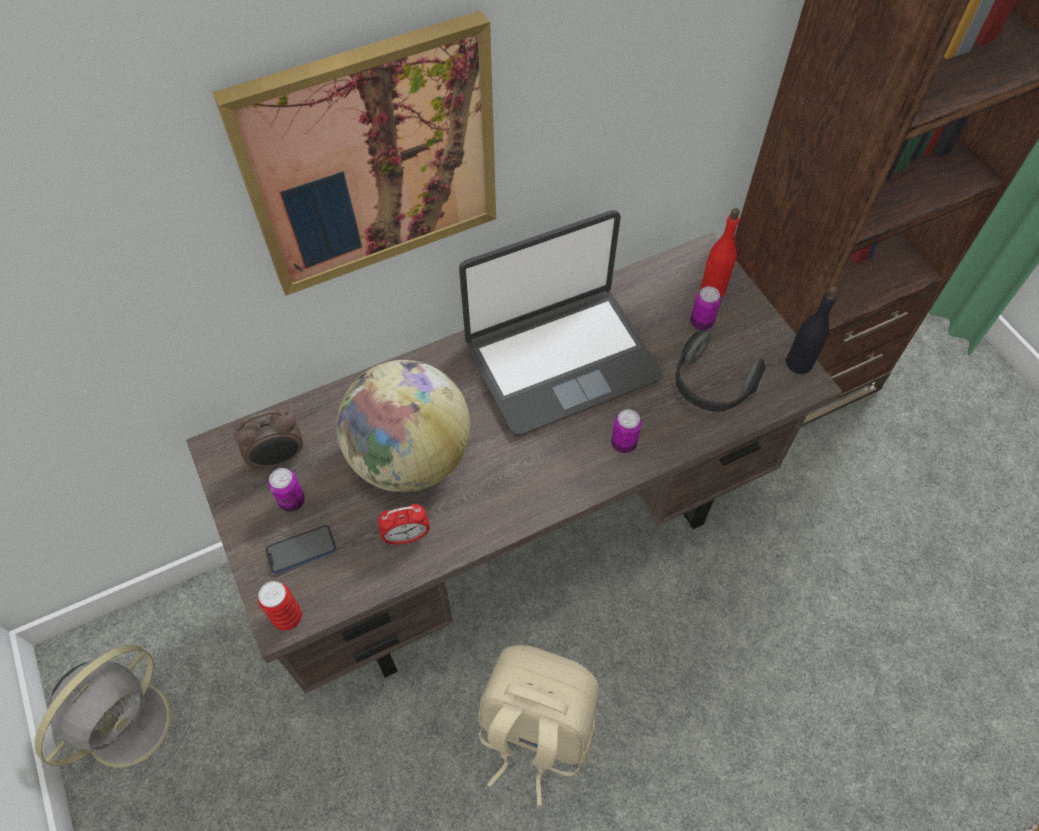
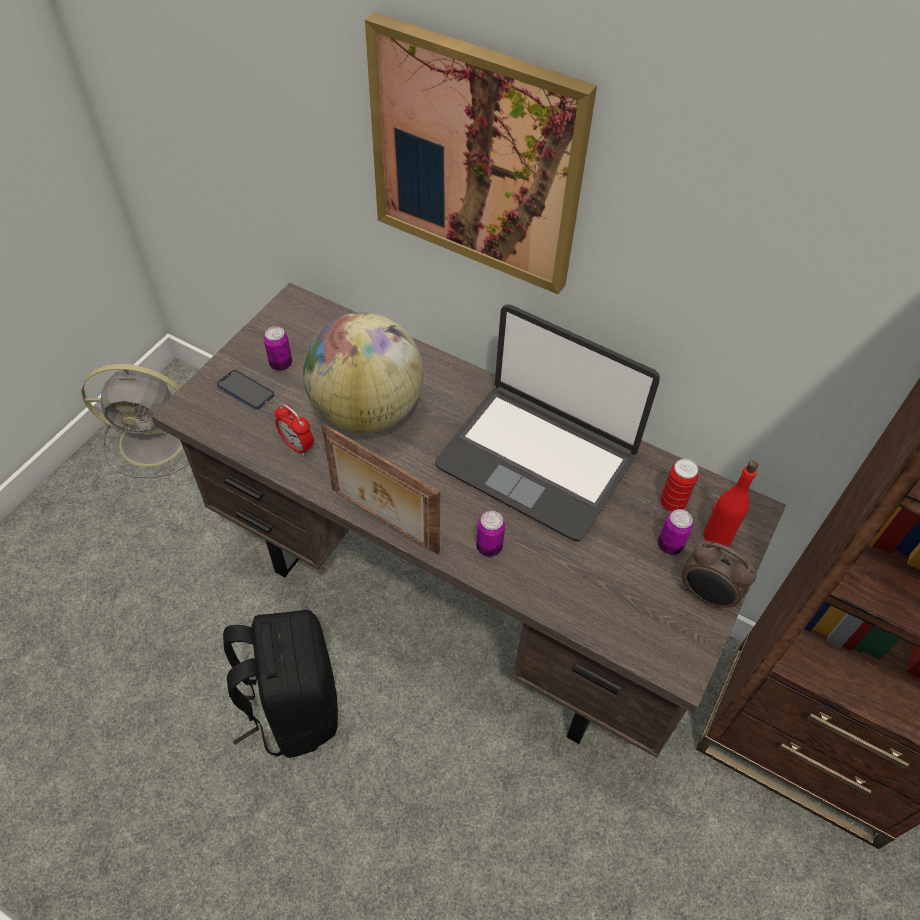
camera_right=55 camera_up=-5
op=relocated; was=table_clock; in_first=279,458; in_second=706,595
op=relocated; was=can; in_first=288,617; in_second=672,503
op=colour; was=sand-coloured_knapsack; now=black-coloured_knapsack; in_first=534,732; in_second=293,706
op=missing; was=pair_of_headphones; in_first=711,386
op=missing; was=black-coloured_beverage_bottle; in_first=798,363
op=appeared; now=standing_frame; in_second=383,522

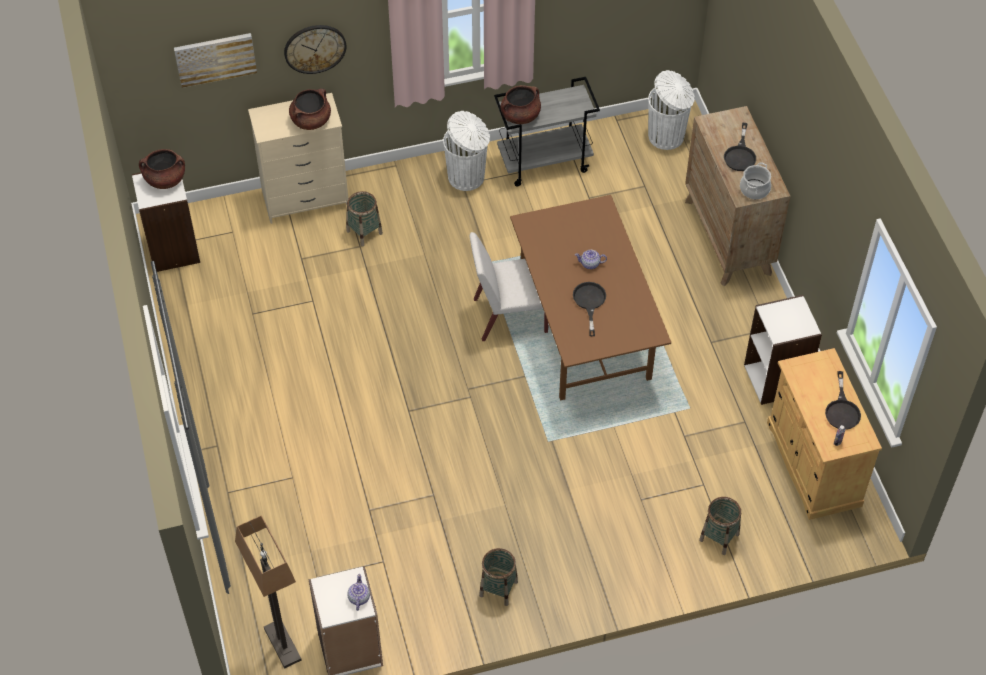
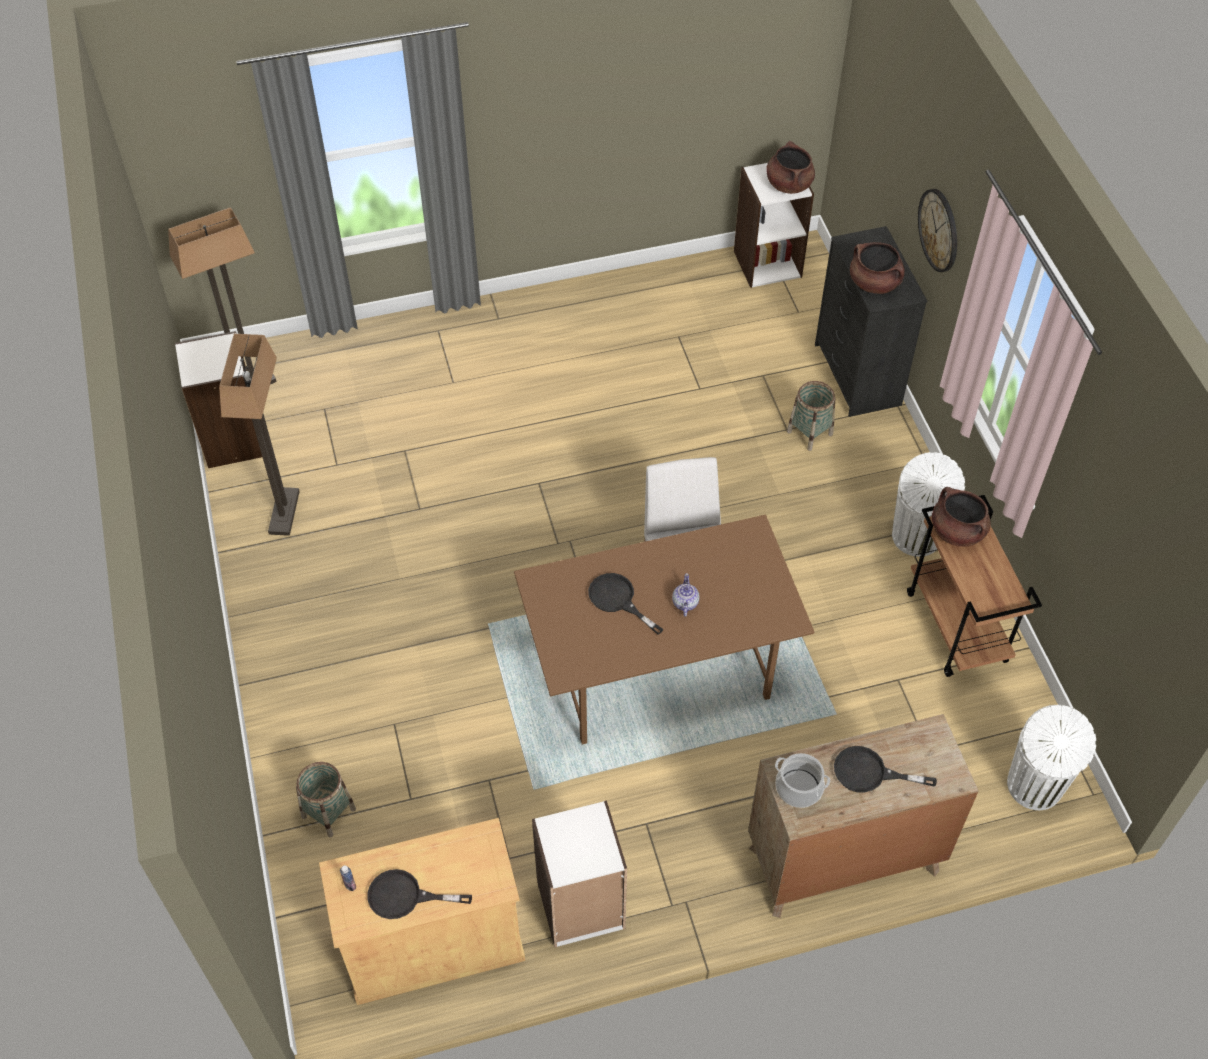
camera_right=90 camera_up=0
op=missing; was=wall_picture; in_first=215,58
op=colour; was=sand-coloured_dresser; now=black-coloured_dresser; in_first=305,199; in_second=856,374
op=missing; was=pot_for_tea; in_first=358,598
op=missing; was=storage_basket; in_first=498,588
op=colour; was=grey_cart; now=brown_cart; in_first=545,162; in_second=957,627
op=spun; was=black-coloured_frying_pan; in_first=589,303; in_second=617,600; clockwise=-135
op=appeared; now=floor_lamp; in_second=284,512

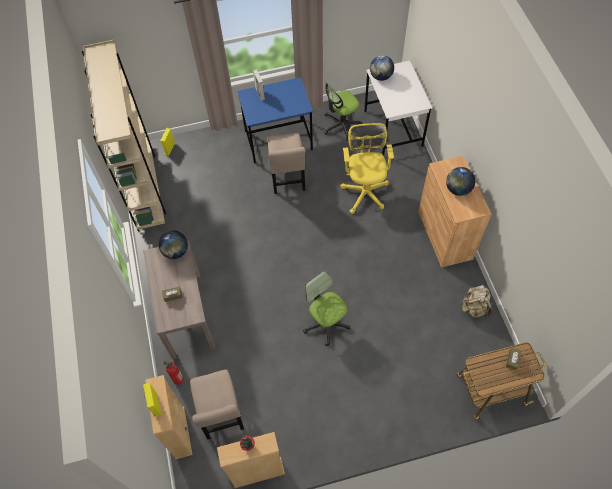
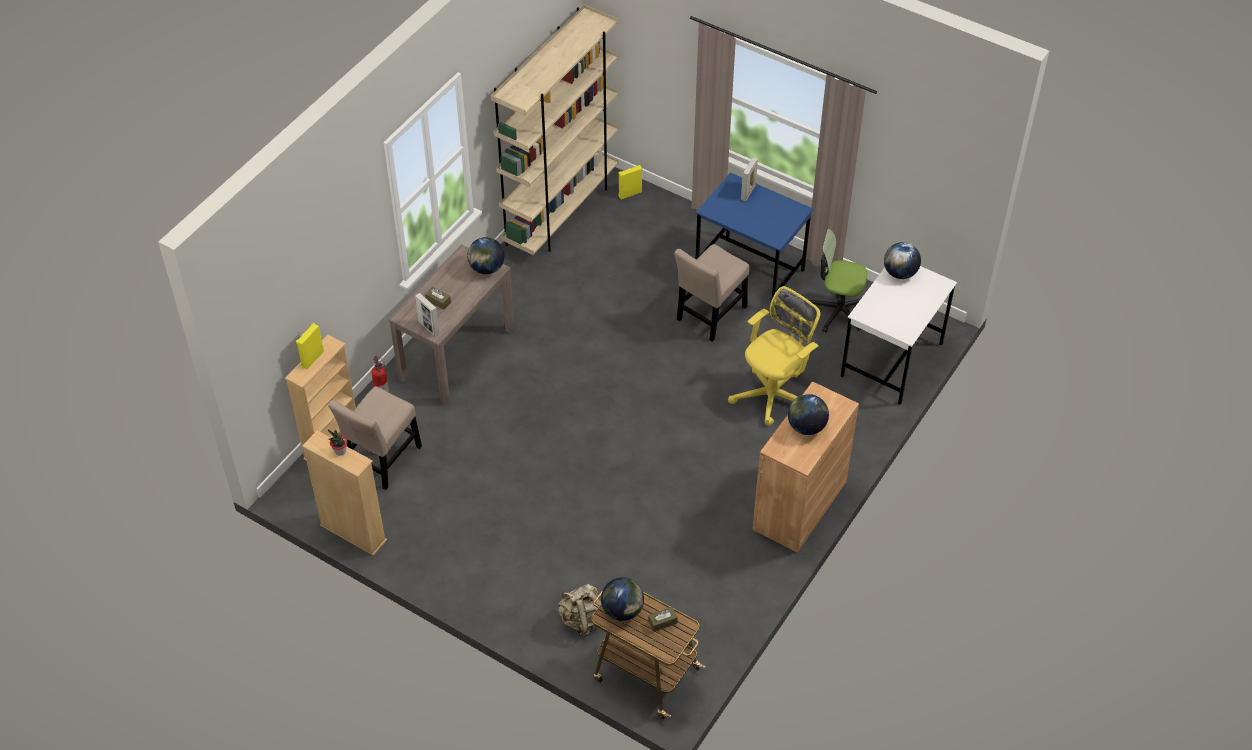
camera_right=45 camera_up=-10
op=missing; was=computer_chair; in_first=326,323
op=relocated; was=sand-coloured_knapsack; in_first=474,307; in_second=582,620
op=appeared; now=standing_frame; in_second=429,328
op=appeared; now=desk_globe; in_second=622,610

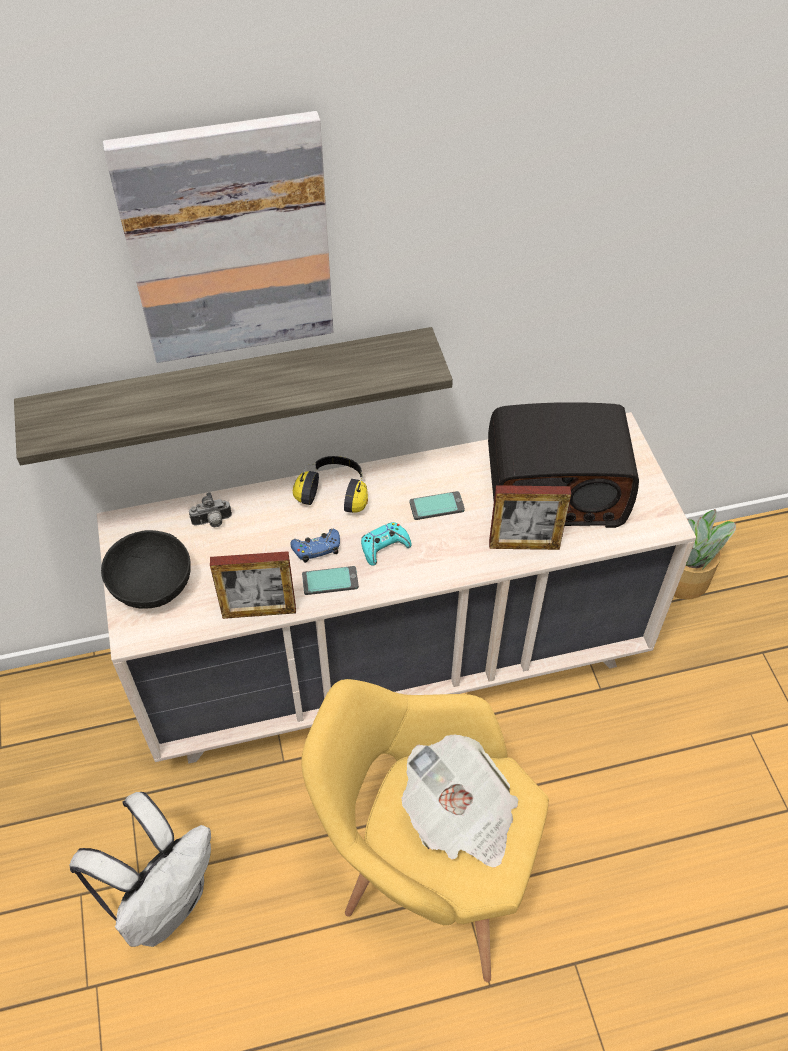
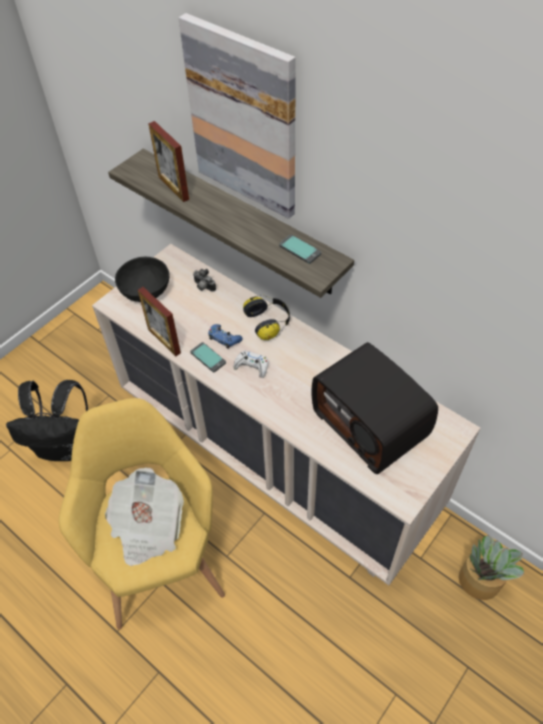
camera_right=55 camera_up=0
op=colour; was=white_knapsack; now=black-coloured_knapsack; in_first=164,901; in_second=66,447
op=colour; was=turquoise_gamepad; now=white_gamepad; in_first=384,547; in_second=252,366
op=relocated; was=phone; in_first=436,506; in_second=300,249
op=relocated; was=standing_frame; in_first=524,545; in_second=173,188

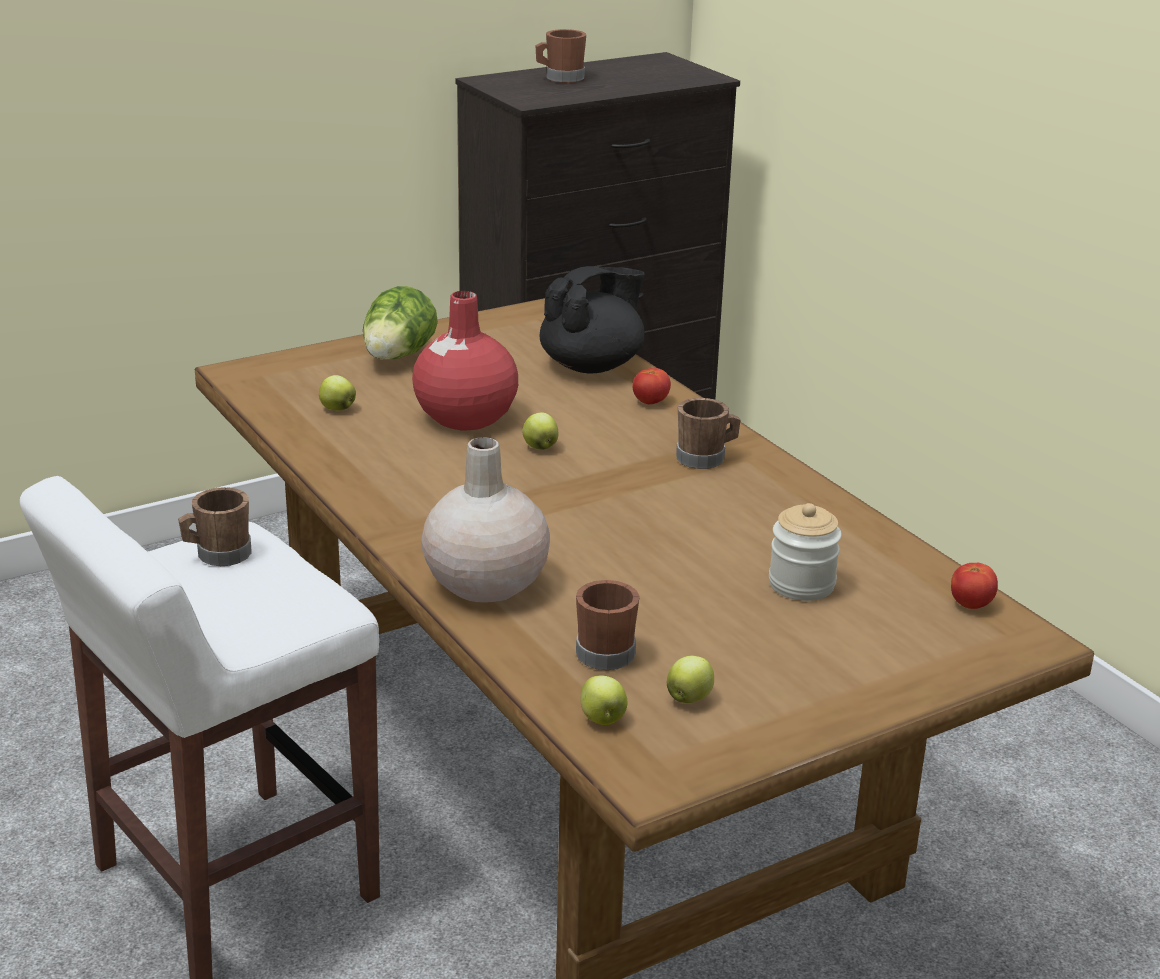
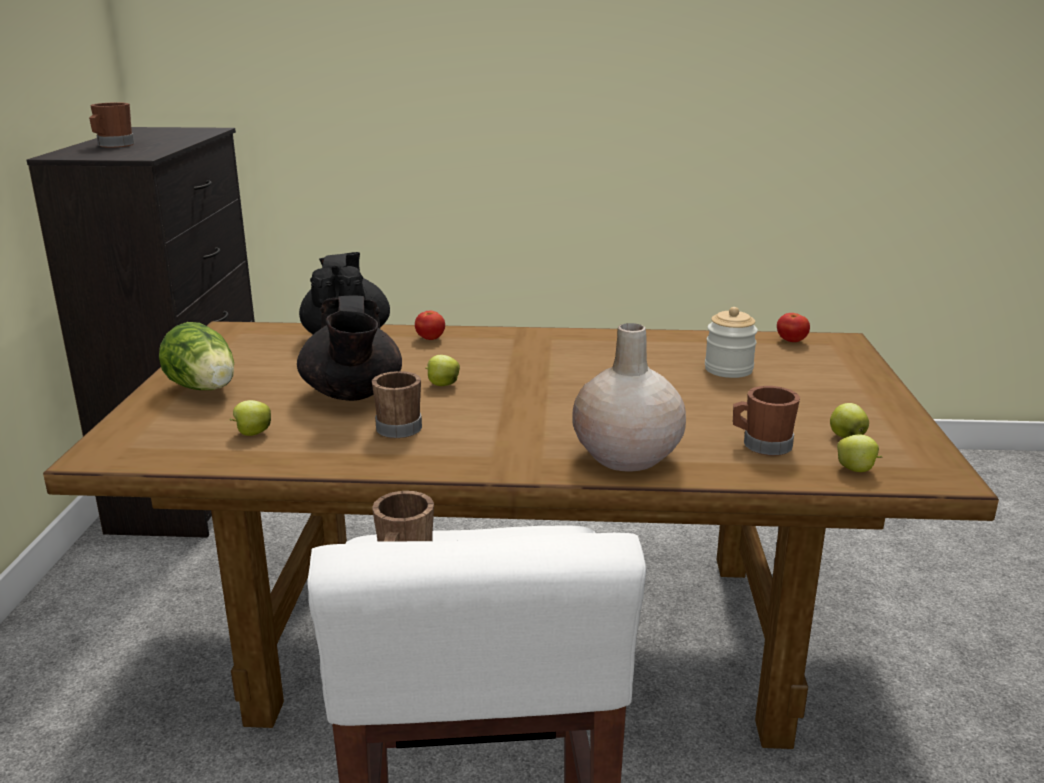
camera_right=-55 camera_up=-5
op=exchanged; was=red_vase; now=black-coloured_pot_for_tea; in_first=465,417; in_second=352,394
op=relocated; was=brown_tea_mug; in_first=706,458; in_second=401,426

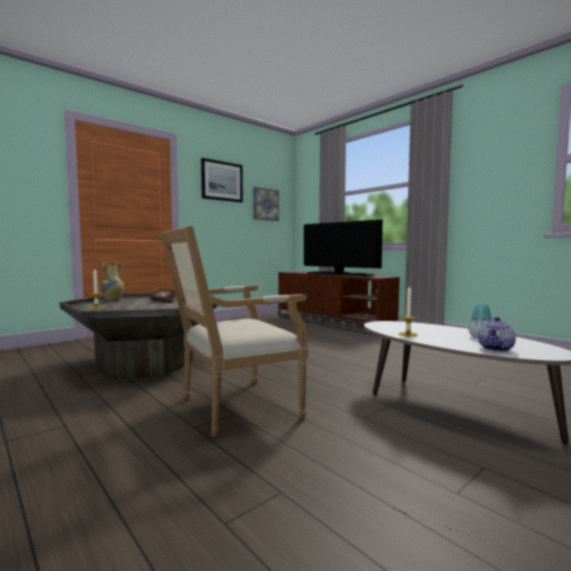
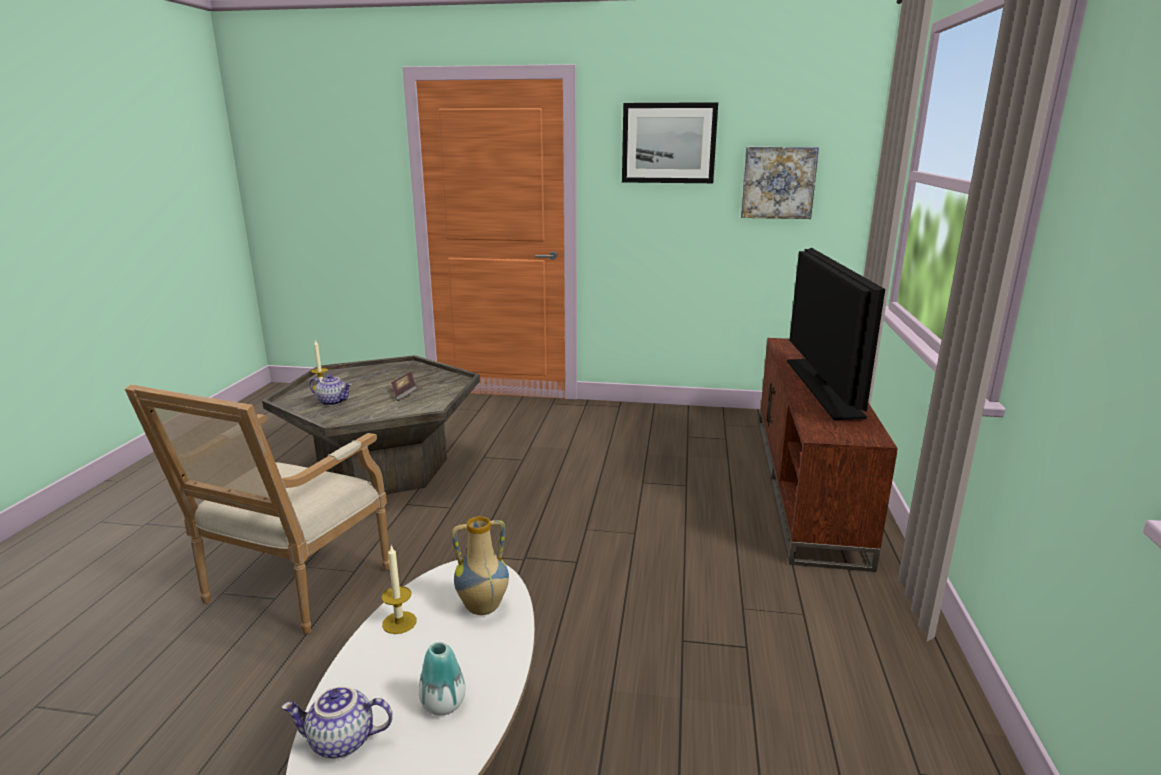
camera_right=50 camera_up=15
op=relocated; was=vase; in_first=113,300; in_second=482,608
op=spun; was=armchair; in_first=233,408; in_second=290,590; clockwise=-90
op=appeared; now=pot_for_tea; in_second=333,402

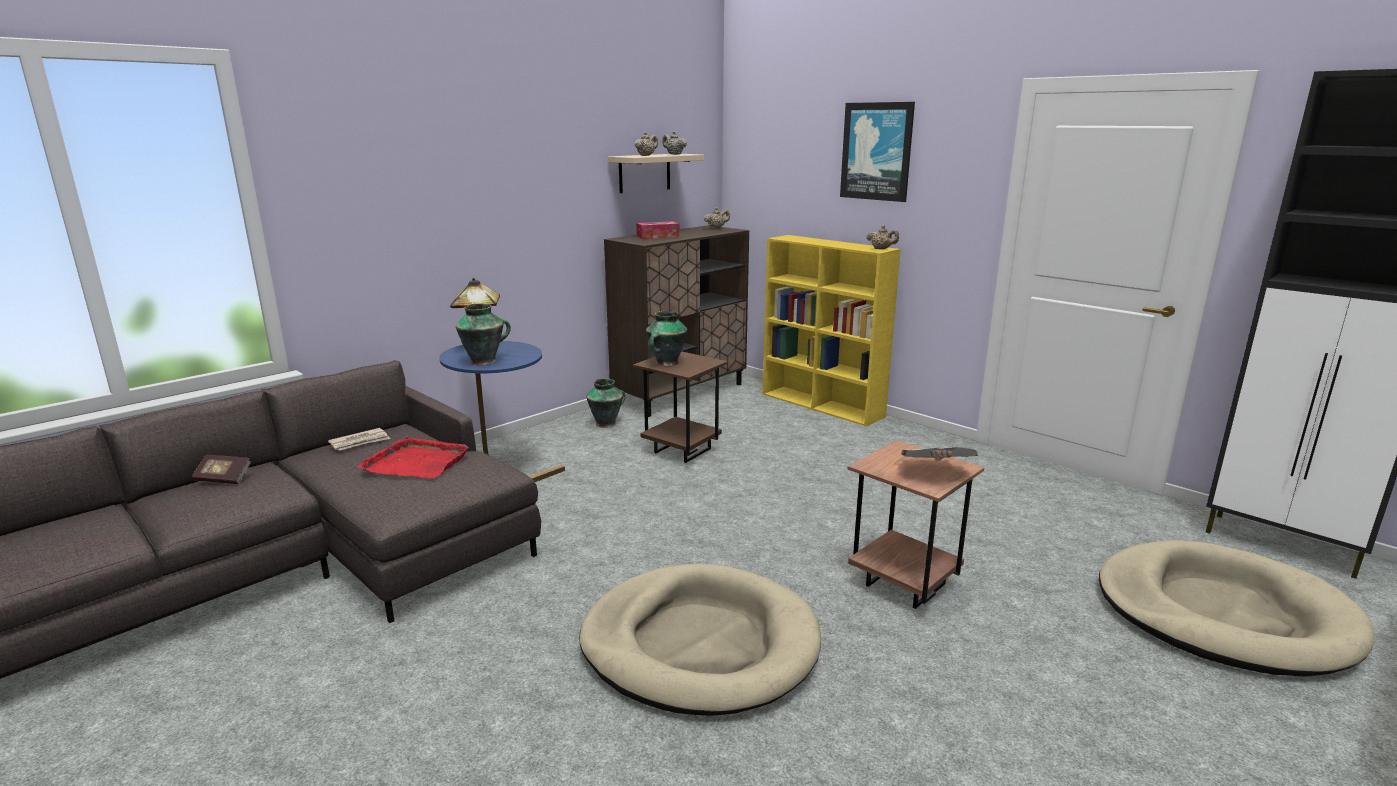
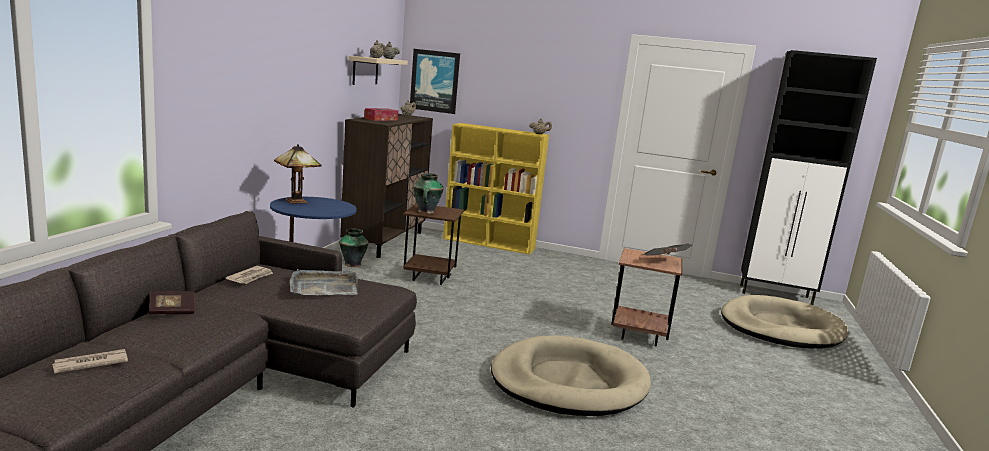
camera_right=-30 camera_up=-5
op=colour; was=red_carrying_tray; now=grey_carrying_tray; in_first=417,462; in_second=323,286
op=missing; was=vase; in_first=484,361
op=relocated; was=wall_picture; in_first=877,151; in_second=435,81
op=appeared; now=daily_paper; in_second=90,364

